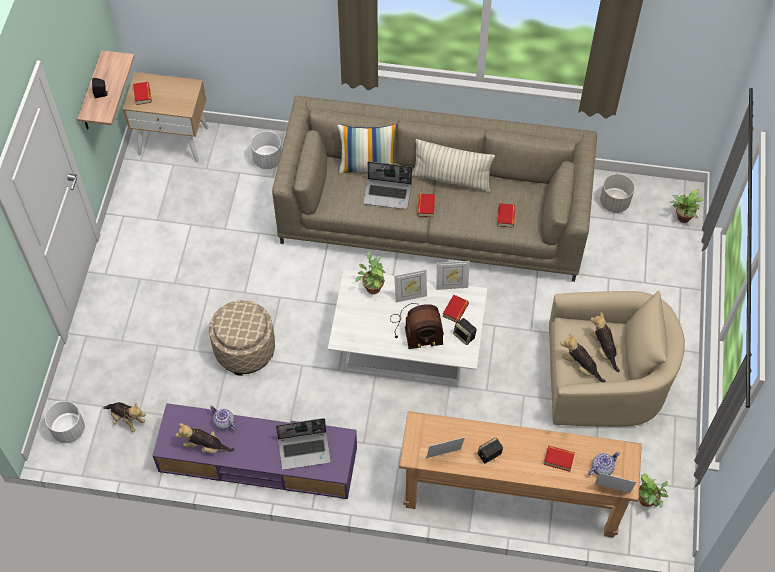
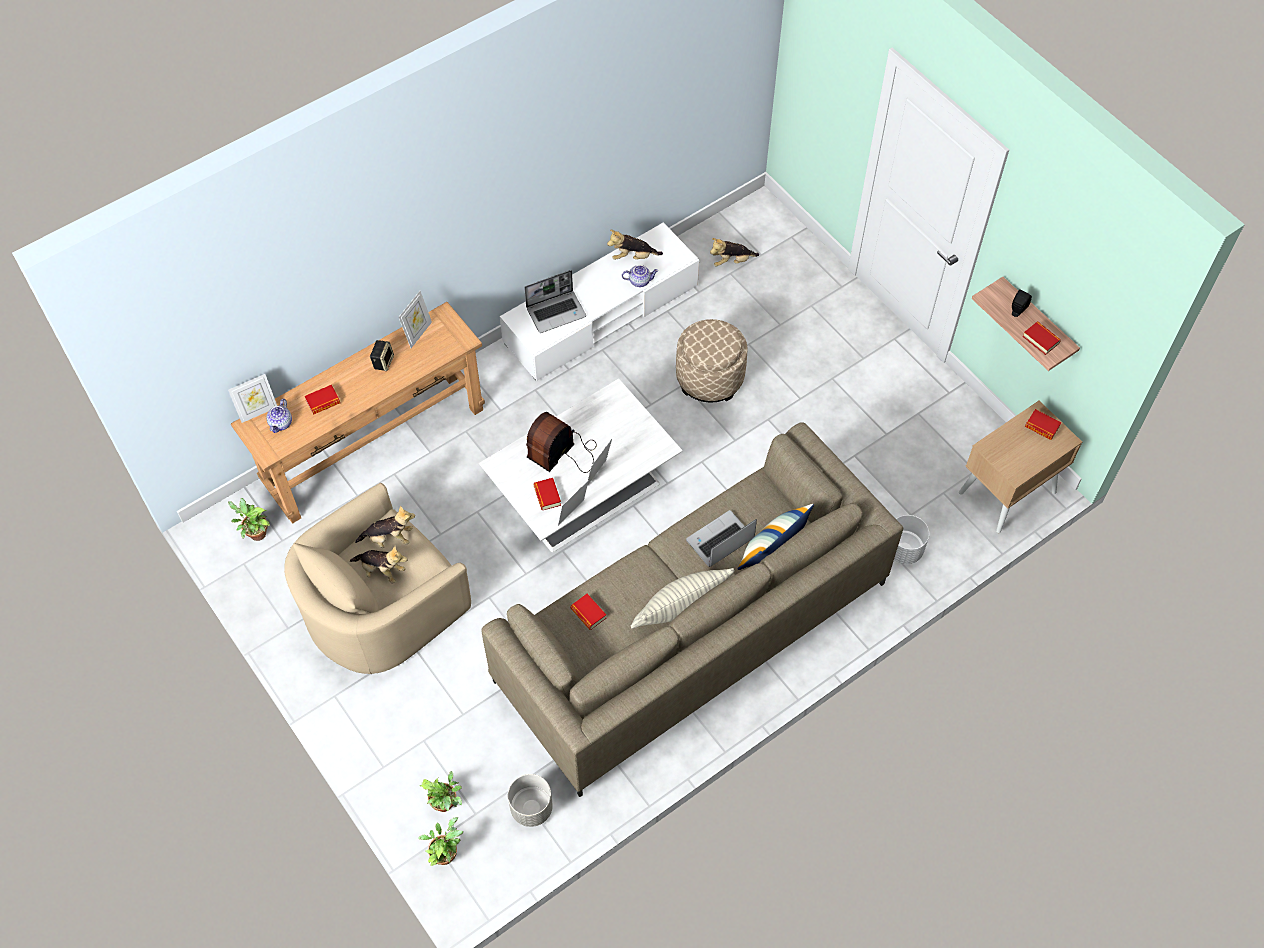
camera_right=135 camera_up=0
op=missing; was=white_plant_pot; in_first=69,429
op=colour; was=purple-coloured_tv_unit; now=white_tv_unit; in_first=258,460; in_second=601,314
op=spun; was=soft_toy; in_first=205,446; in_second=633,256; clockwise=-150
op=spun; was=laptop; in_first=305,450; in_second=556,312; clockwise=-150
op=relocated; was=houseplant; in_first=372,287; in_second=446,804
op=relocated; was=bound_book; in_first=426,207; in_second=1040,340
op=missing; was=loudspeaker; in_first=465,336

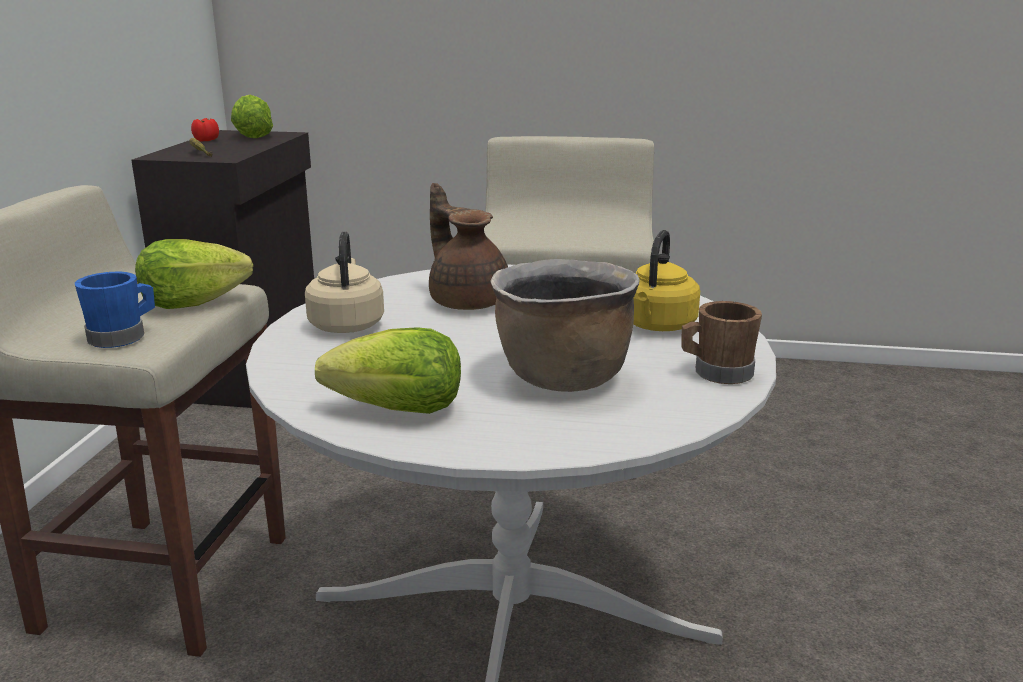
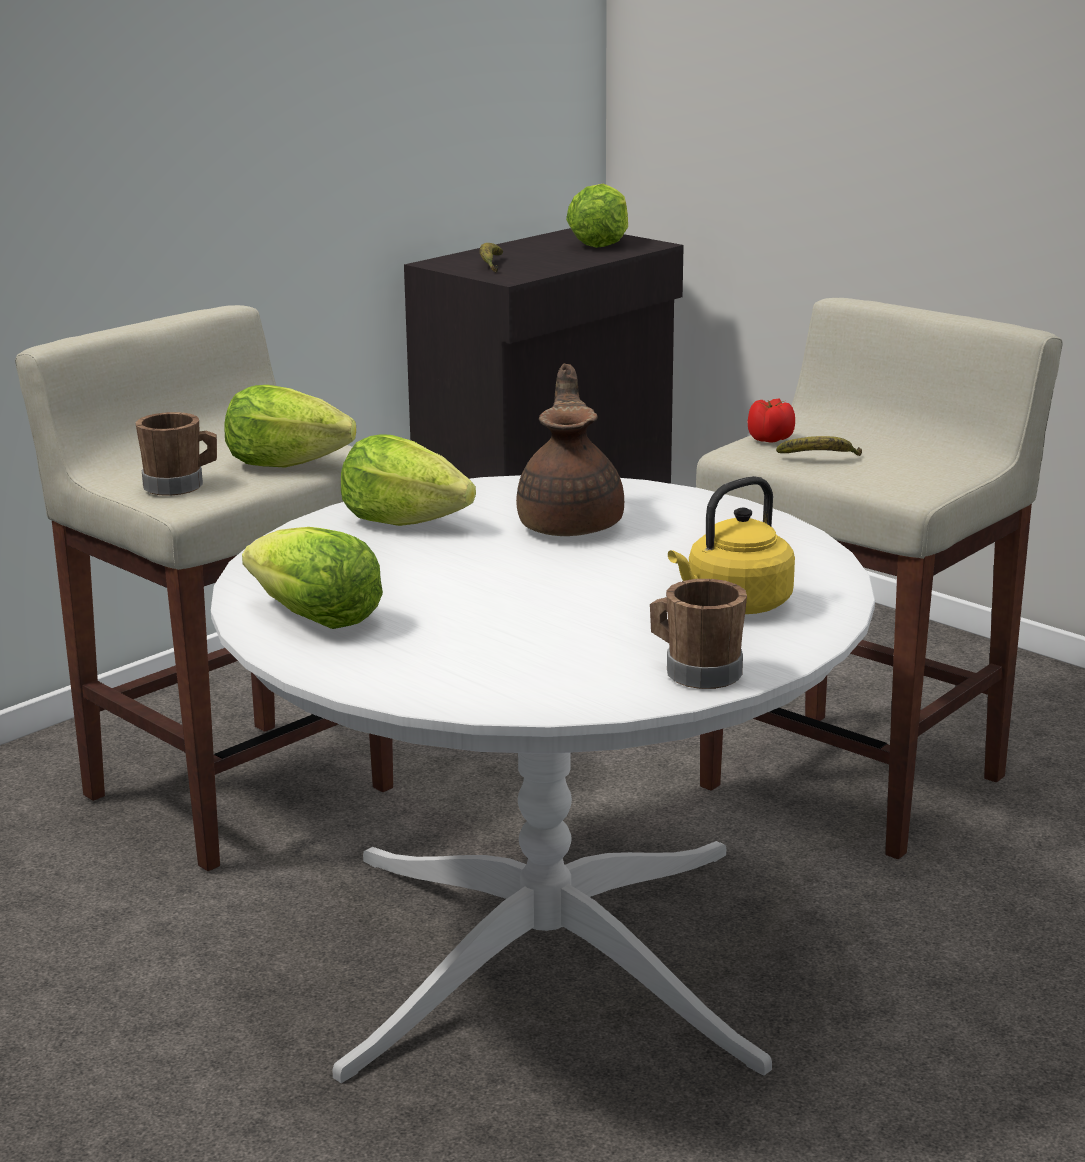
camera_right=35 camera_up=0
op=colour; was=bluish_tea_mug; now=brown_tea_mug; in_first=123,336; in_second=180,486
op=relocated; was=whole_tomato; in_first=205,140; in_second=769,439
op=exchanged; was=sand-coloured_water_kettle; now=head_of_lettuce; in_first=347,324; in_second=403,521
op=missing; was=brown_stockpot; in_first=562,378
op=appeared; now=whole_banana; in_second=820,459

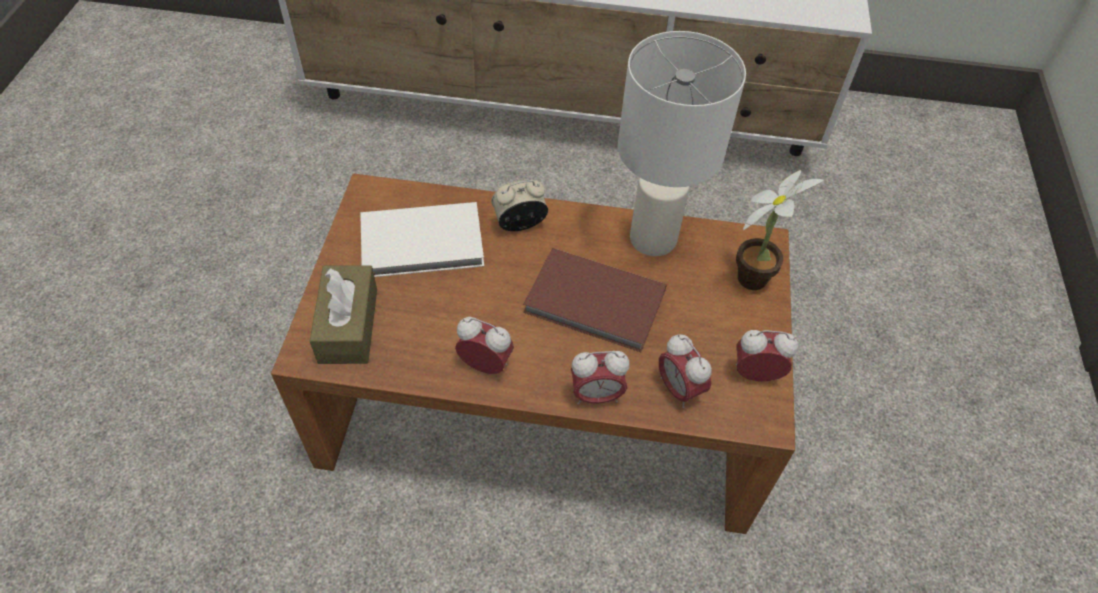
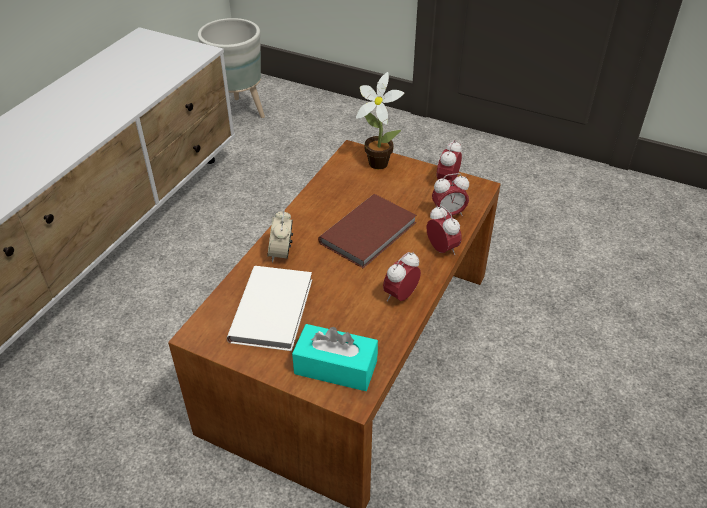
camera_right=-70 camera_up=-10
op=colour; was=brown_tissue_holder; now=turquoise_tissue_holder; in_first=348,325; in_second=335,367
op=spun; was=table_clock; in_first=596,395; in_second=442,249; clockwise=-45
op=missing; was=white_table_lamp; in_first=651,238
op=appeared; now=grey_plant_pot; in_second=239,113

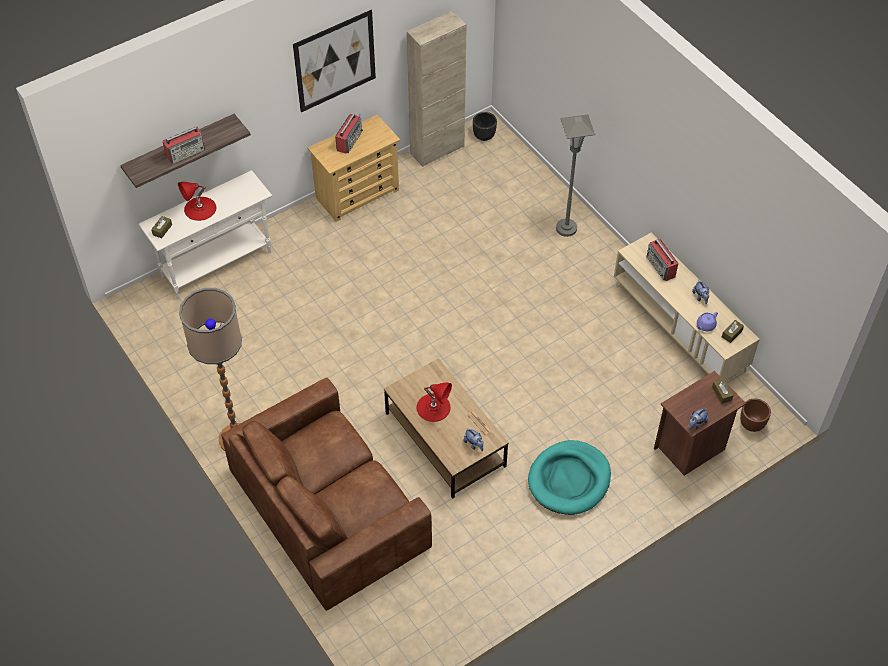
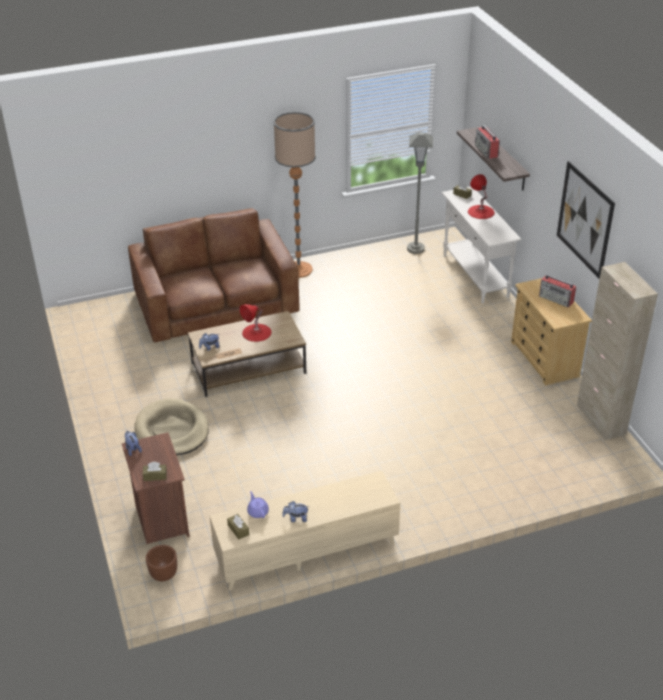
camera_right=105 camera_up=-15
op=missing; was=black-coloured_plant_pot; in_first=483,136
op=colour; was=turquoise_dog_bed; now=sand-coloured_dog_bed; in_first=569,480; in_second=172,430
op=relocated; was=grey_floor_lamp; in_first=566,228; in_second=415,249
op=missing; was=radio_receiver; in_first=661,267

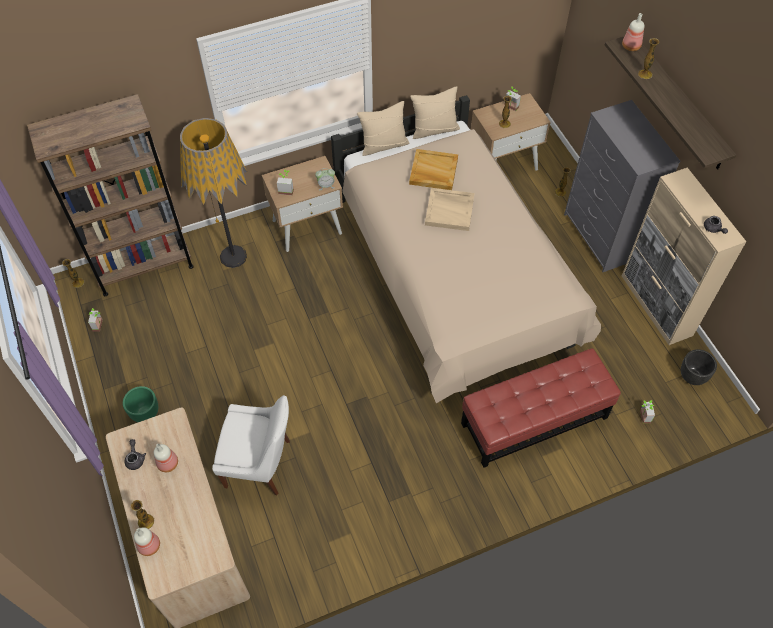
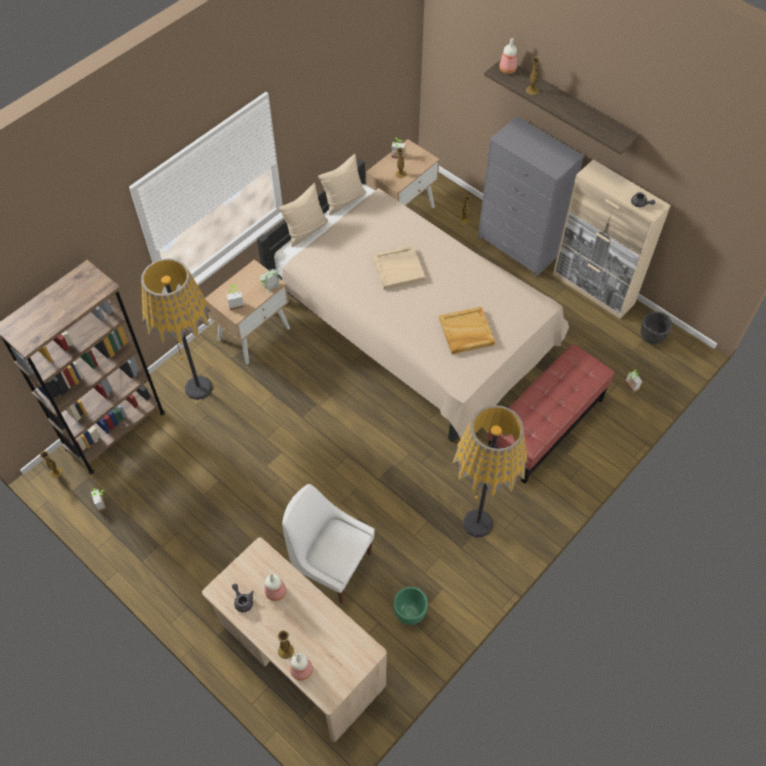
camera_right=-25 camera_up=0
op=relocated; was=green_plant_pot; in_first=145,413; in_second=409,613
op=spun; was=white_upright_chair; in_first=261,464; in_second=331,564; clockwise=-135
op=relocated; was=sand-coloured_carrying_tray; in_first=433,171; in_second=466,332
op=appeared; now=floor_lamp; in_second=477,523

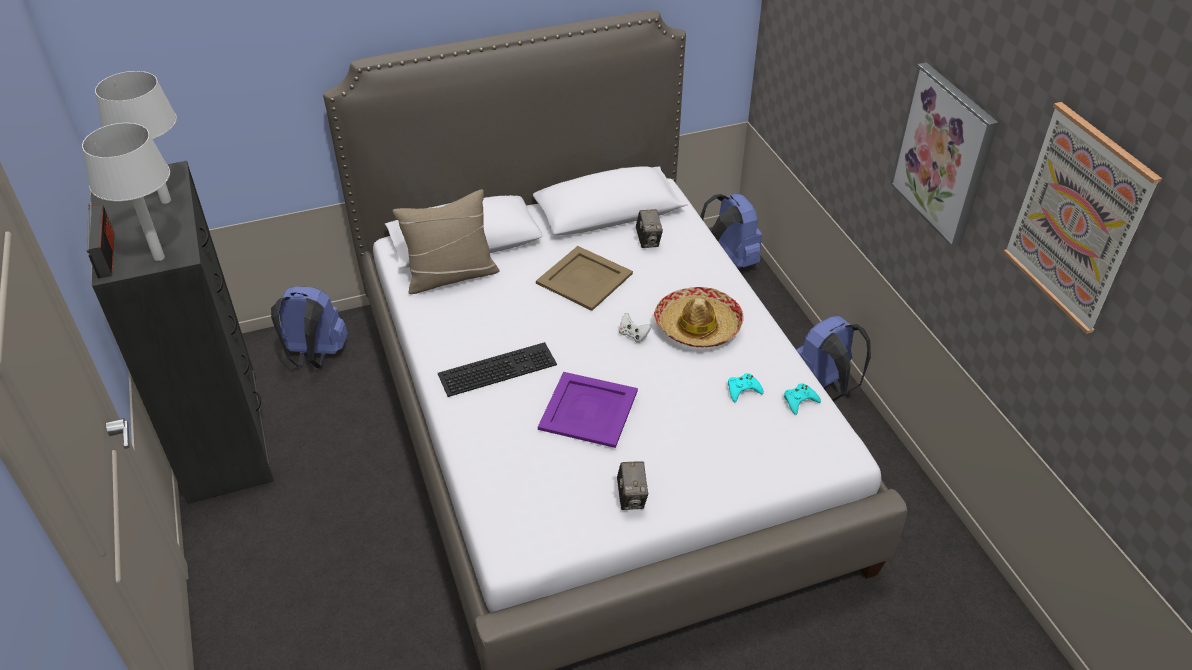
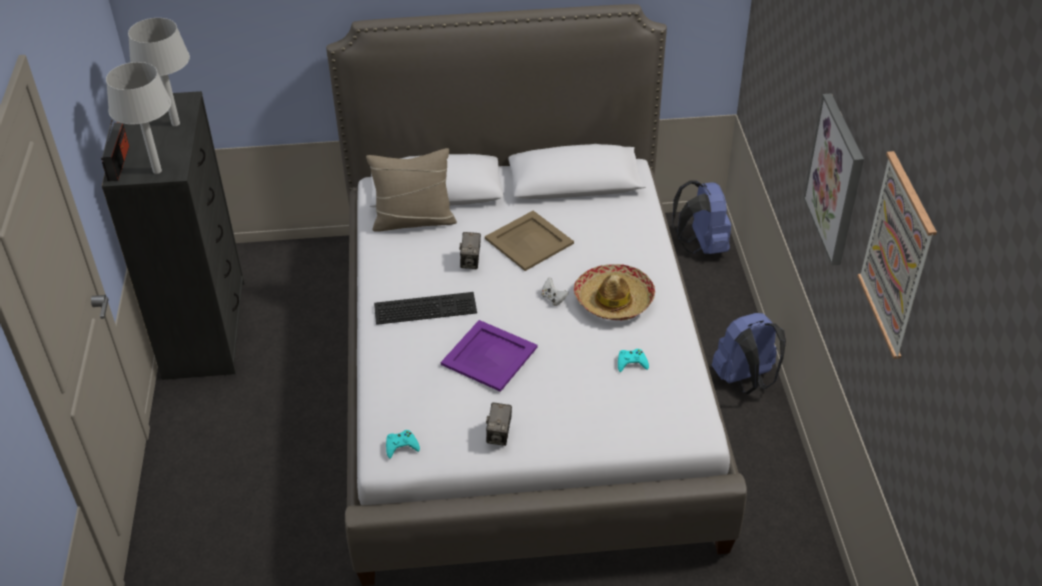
camera_right=15 camera_up=0
op=missing; was=bluish_knapsack; in_first=315,356
op=relocated; was=still_camera; in_first=648,241; in_second=471,261
op=relocated; was=turquoise_gamepad; in_first=799,401; in_second=401,446

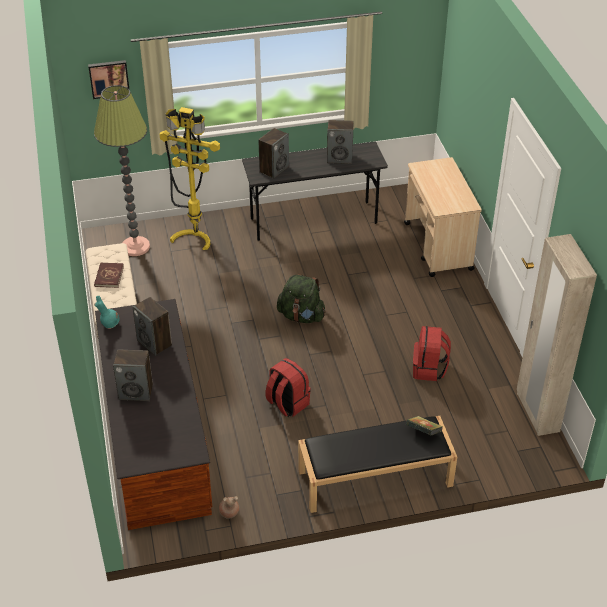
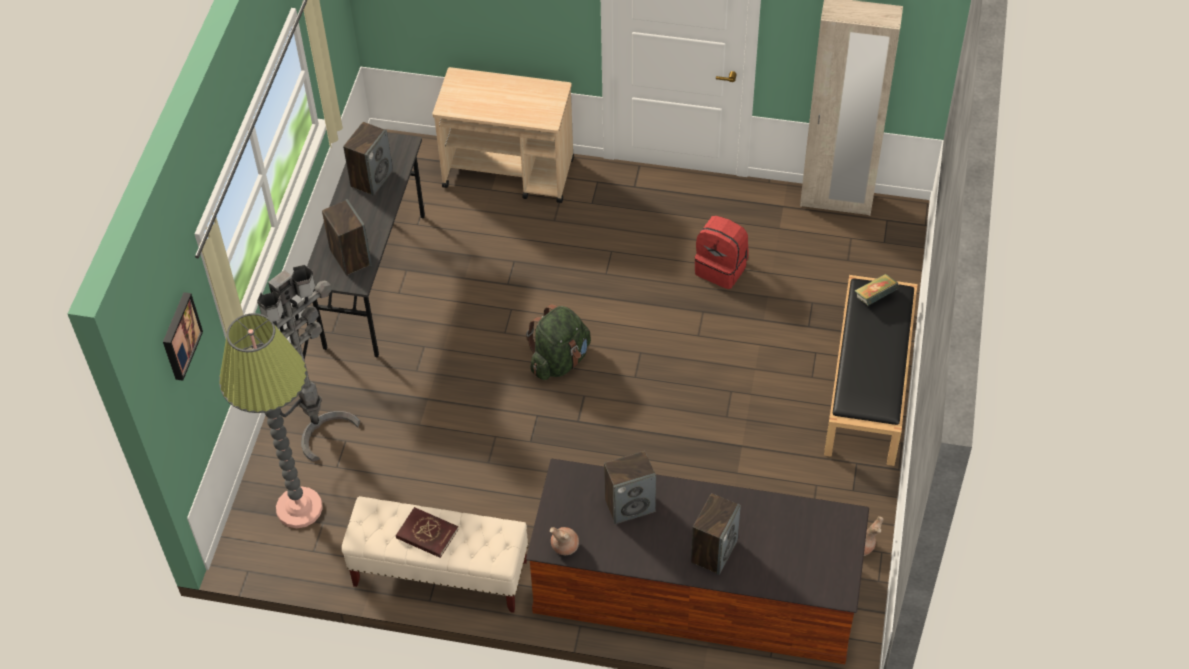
camera_right=-65 camera_up=10
op=colour; was=turquoise_vase; now=brown_vase; in_first=109,324; in_second=564,548
op=colour; was=yellowish_floor_lamp; now=grey_floor_lamp; in_first=195,235; in_second=318,427
op=missing; was=red_knapsack; in_first=287,403

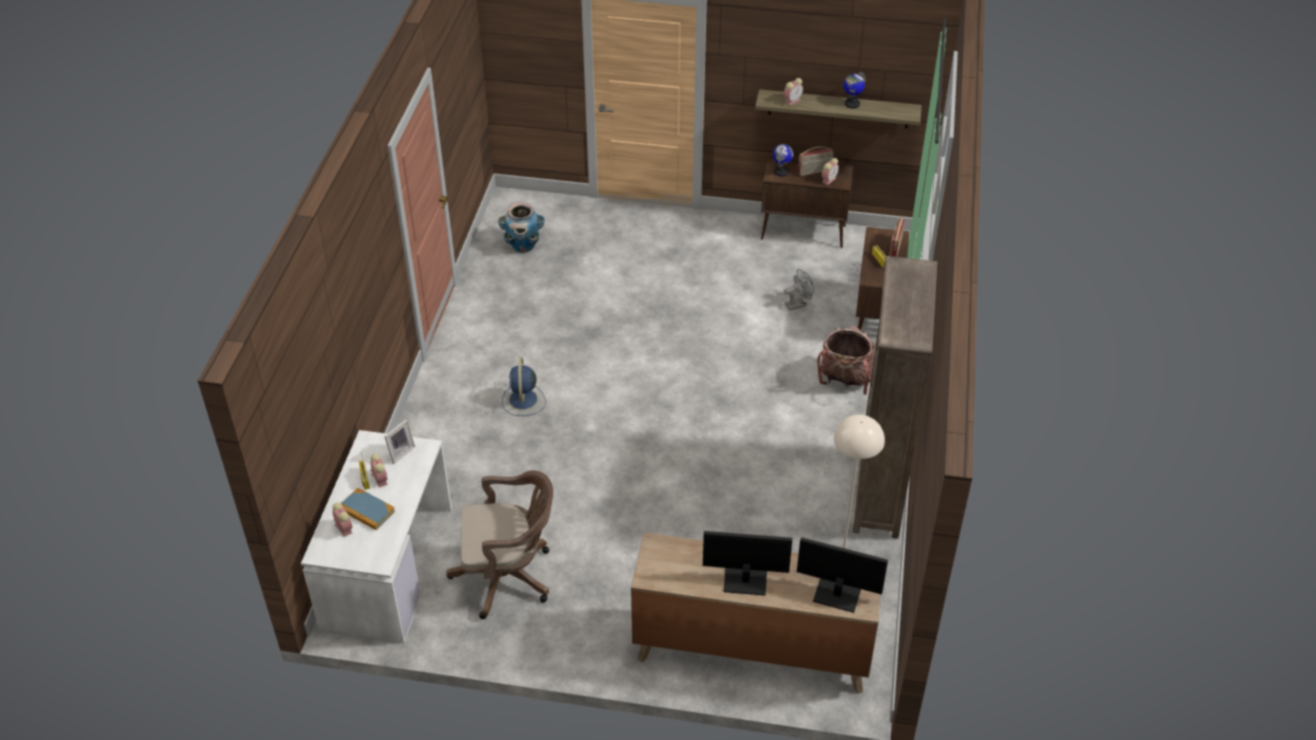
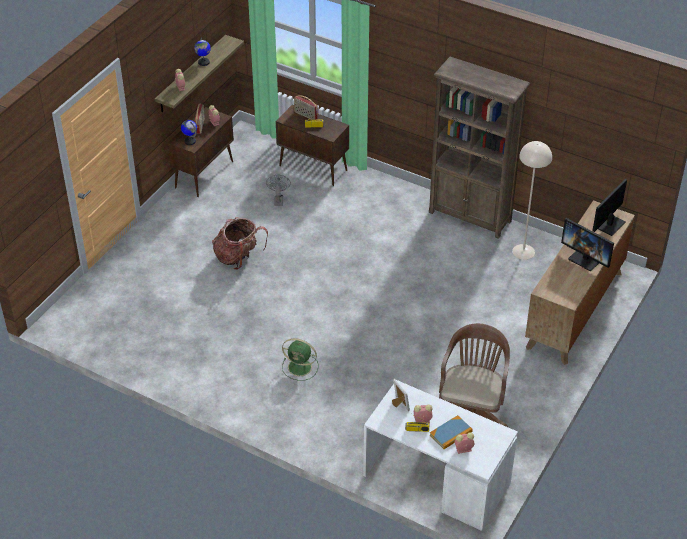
camera_right=-70 camera_up=0
op=missing; was=plant_pot; in_first=523,246
op=colour; was=bluish_electric_fan; now=green_electric_fan; in_first=523,401; in_second=301,367
op=spun; was=computer_display; in_first=744,579; in_second=585,259; clockwise=-75
op=relocated; was=knapsack; in_first=846,380; in_second=238,257

